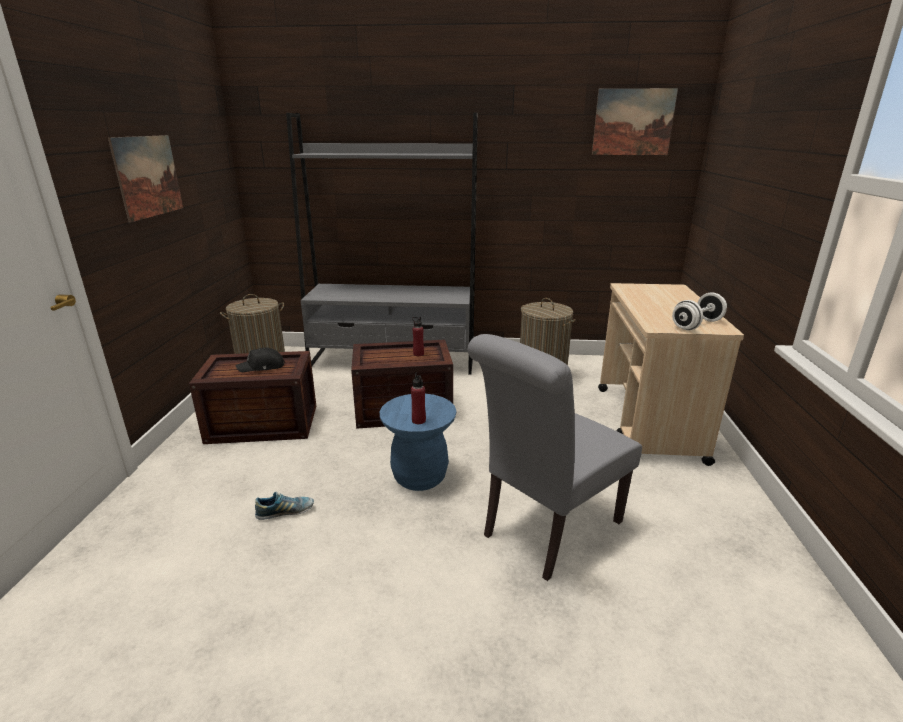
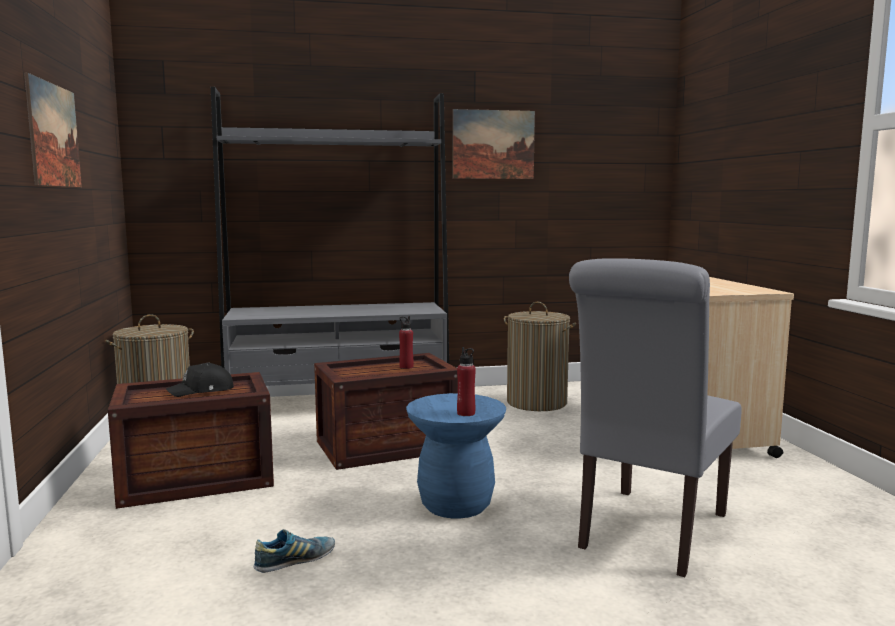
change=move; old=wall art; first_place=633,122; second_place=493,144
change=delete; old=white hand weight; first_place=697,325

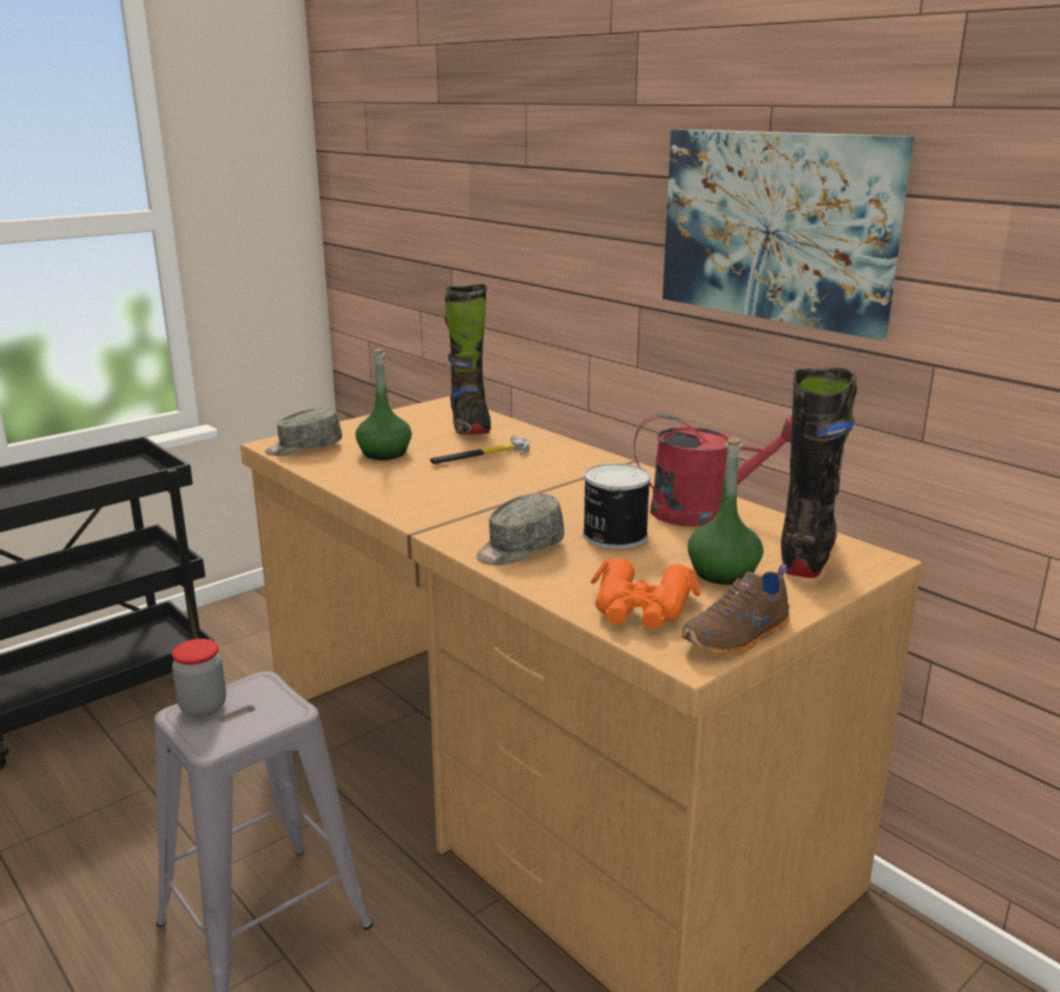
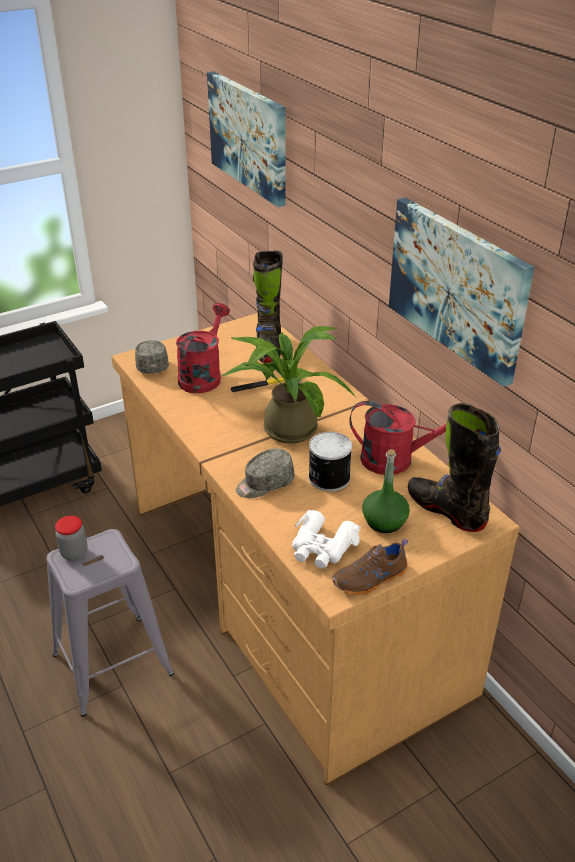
change=rotate; old=grey peaked cap; first_place=304,448; second_place=151,364; degrees=90
change=replace; old=green bottle; new=red-coloured sprinkling can; first_place=384,453; second_place=203,375
change=insert; new=wall art; second_place=249,136
change=insert; new=houseplant; second_place=286,426
change=recolor; old=orange-coloured binoculars; new=white binoculars; first_place=641,608; second_place=322,547
change=rotate; old=black tall boot; first_place=807,554; second_place=446,510; degrees=-75

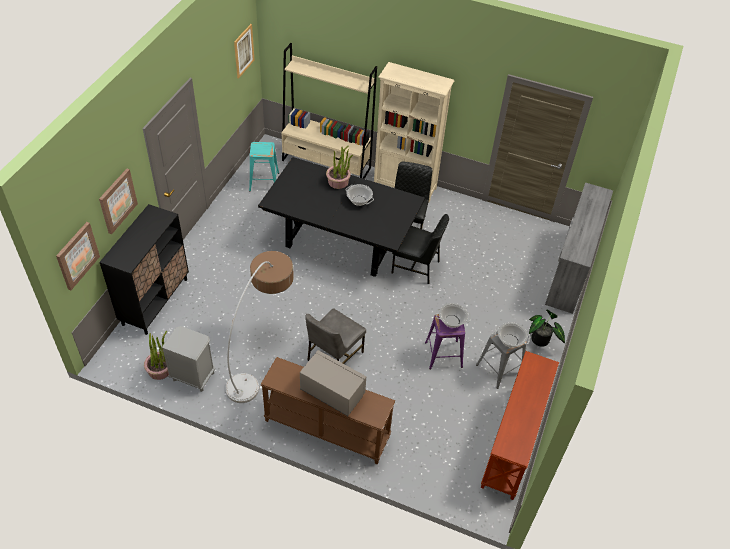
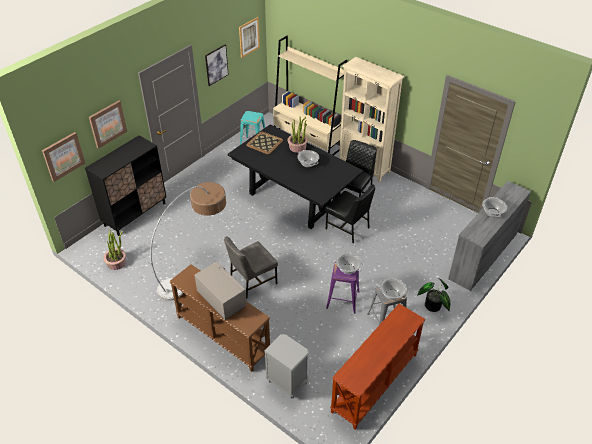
change=insert; new=wall art; second_place=216,65
change=insert; new=carrying tray; second_place=265,143
change=move; old=grey nightstand; first_place=193,376; second_place=287,382
change=insert; new=cooking pot; second_place=492,212

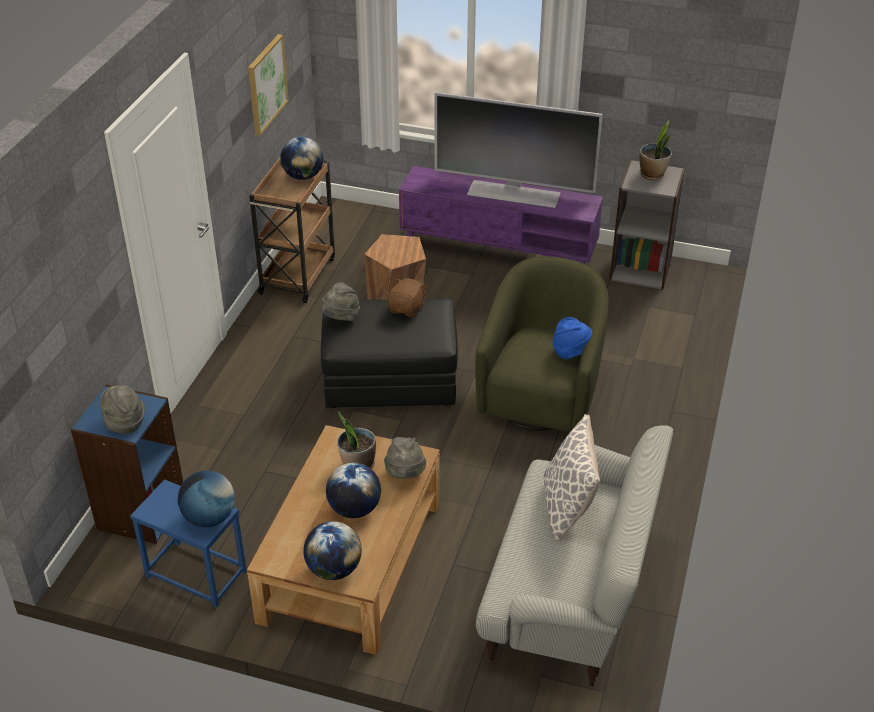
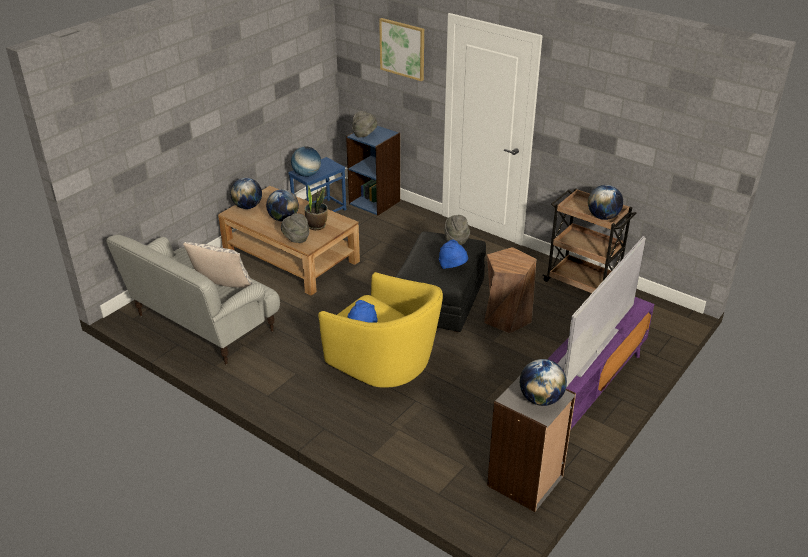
change=recolor; old=green easy chair; new=yellowish easy chair; first_place=541,394; second_place=384,365
change=move; old=wall art; first_place=266,84; second_place=402,49
change=replace; old=brown soft toy; new=bluish wearable hat; first_place=407,309; second_place=452,267
change=replace; old=houseplant; new=desk globe; first_place=652,174; second_place=540,399

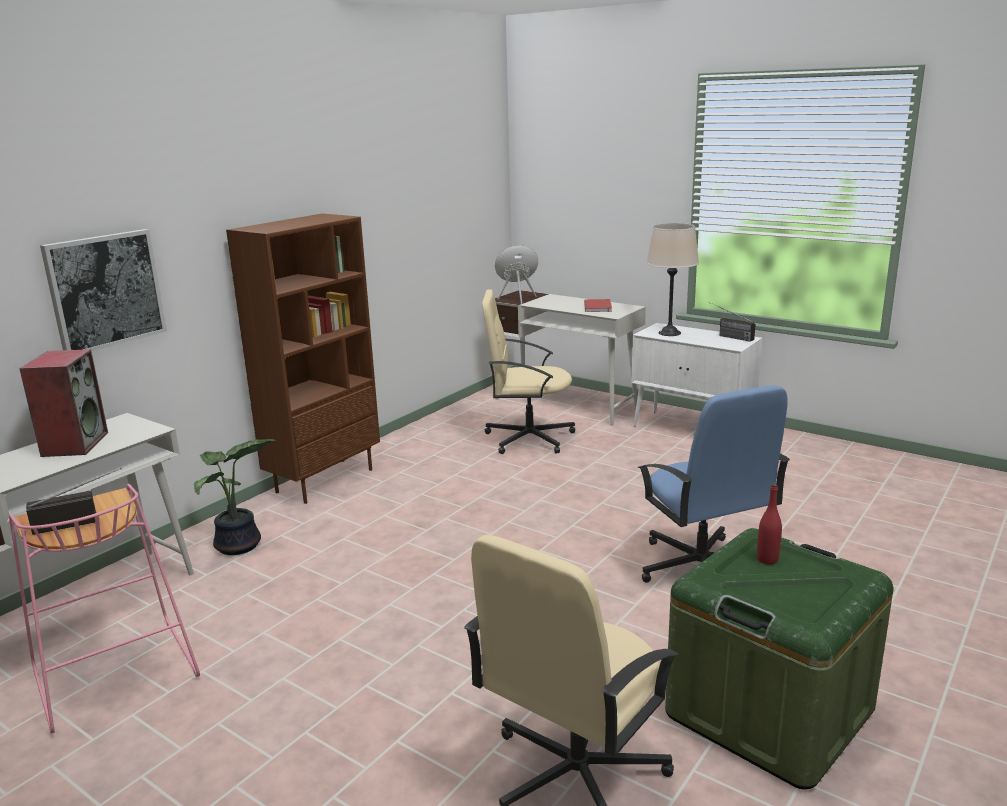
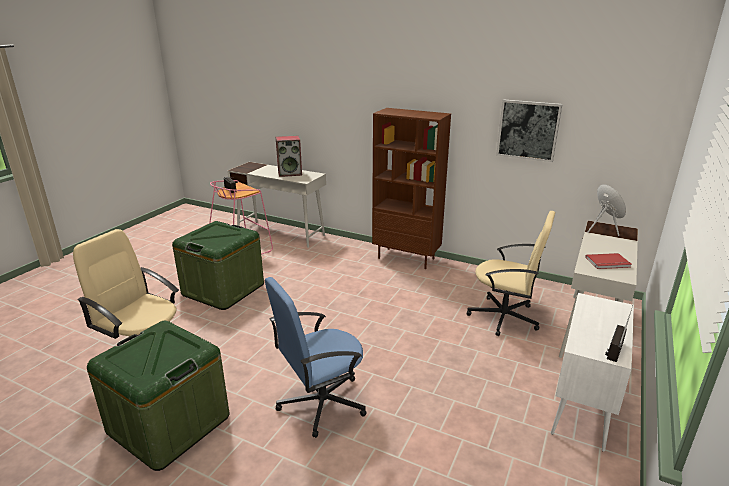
change=insert; new=green storage container; second_place=223,289
change=rotate; old=sand-coloured desk chair; first_place=527,438; second_place=504,317; degrees=120
change=move; old=wall art; first_place=105,290; second_place=528,130
change=delete; old=houseplant; first_place=239,547
change=delete; old=sand-coloured tabletop lamp; first_place=669,333
change=delete; old=red-coloured bottle; first_place=767,559

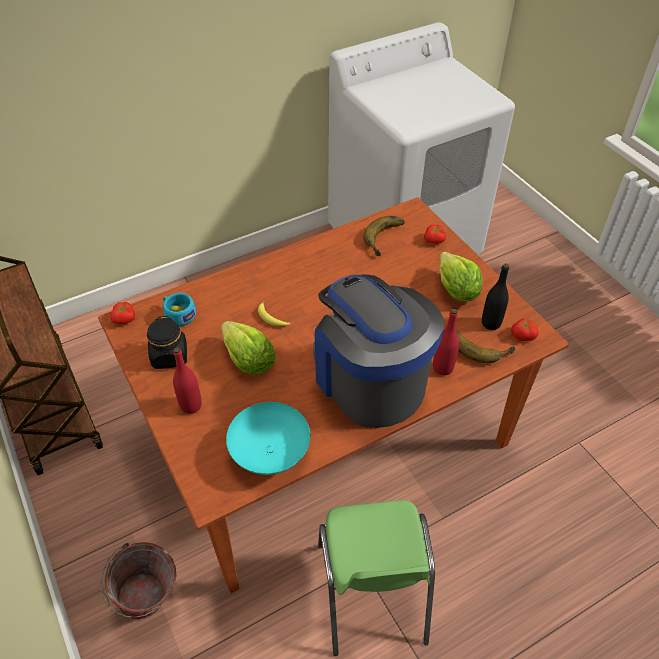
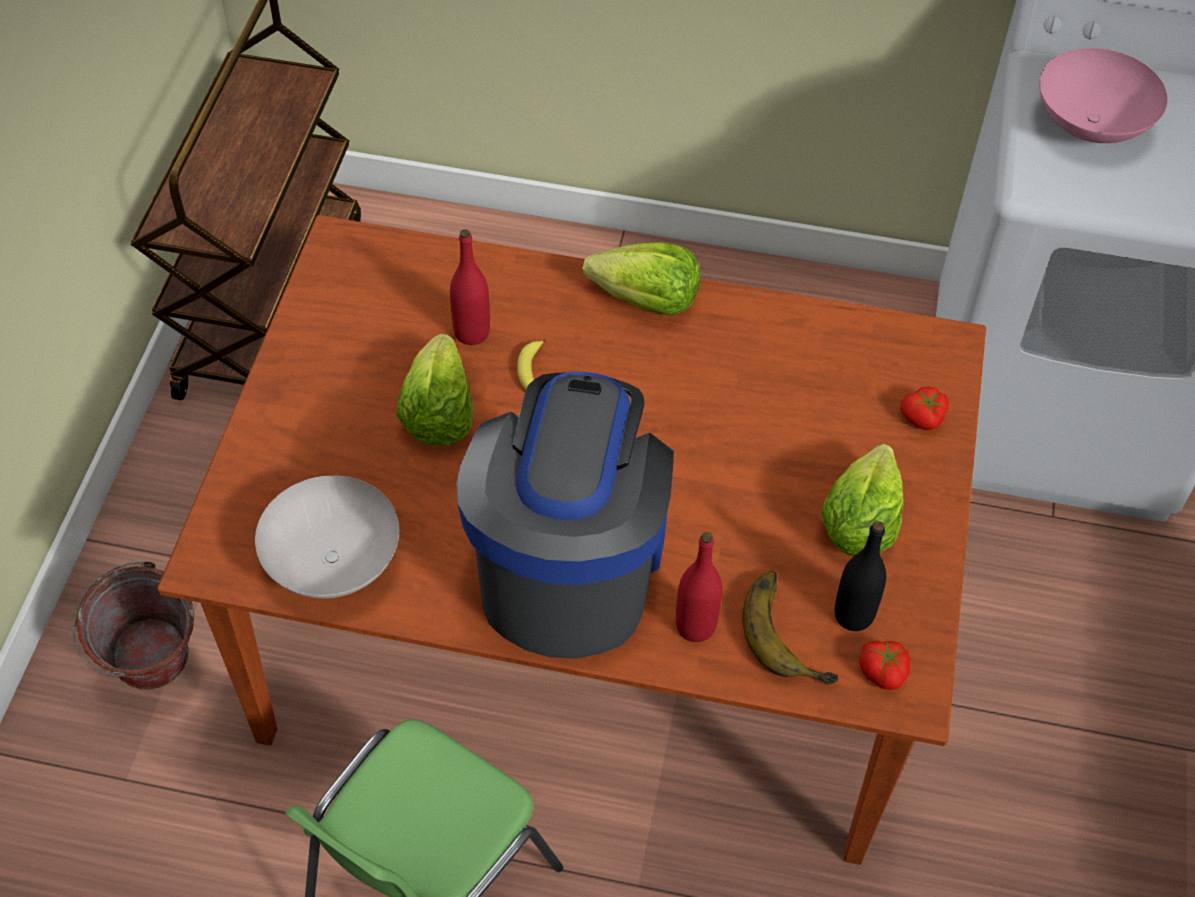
change=recolor; old=turquoise-coloured bowl; new=white bowl; first_place=269,453; second_place=330,563
change=move; old=red-coloured bottle; first_place=191,405; second_place=472,333
change=insert; new=lettuce; second_place=646,301
change=insert; new=pink-coloured bowl; second_place=1089,124
change=delete; old=tomato; first_place=125,319
change=delete; old=black preserve jar; first_place=170,356
change=delete; old=turquoise-coloured small cup; first_place=178,314
change=delete; old=banana fruit; first_place=388,238

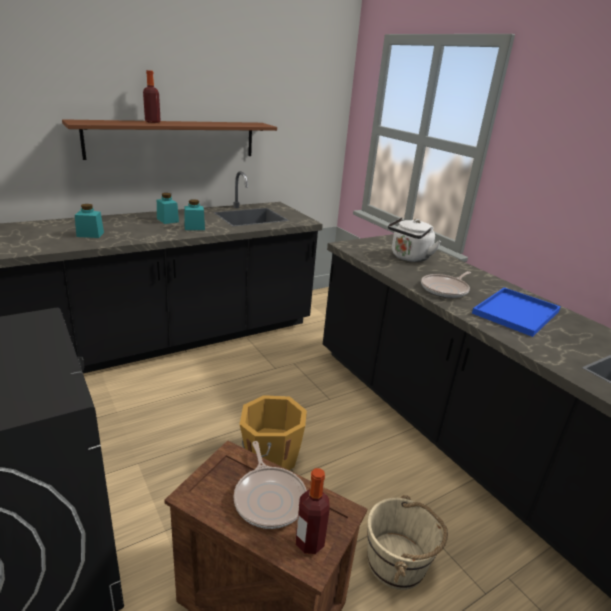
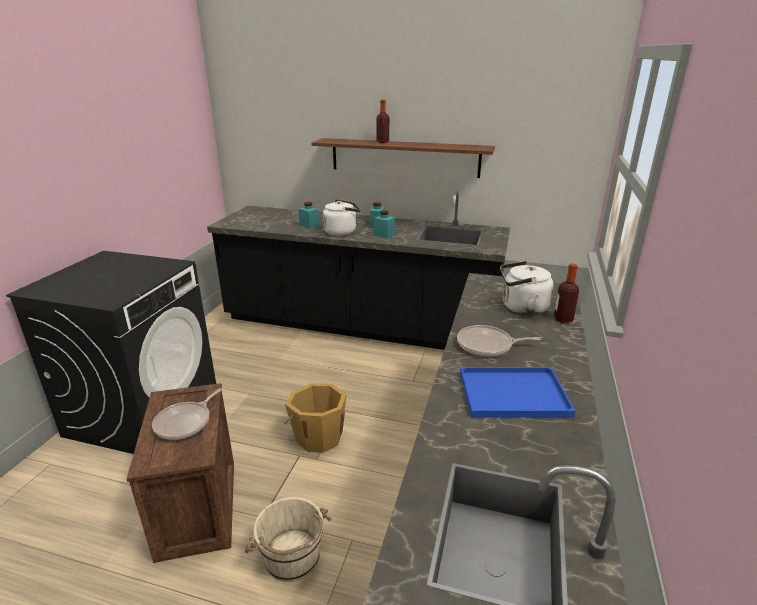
change=insert; new=white kettle; second_place=342,232
change=move; old=bottle; first_place=309,542; second_place=563,319

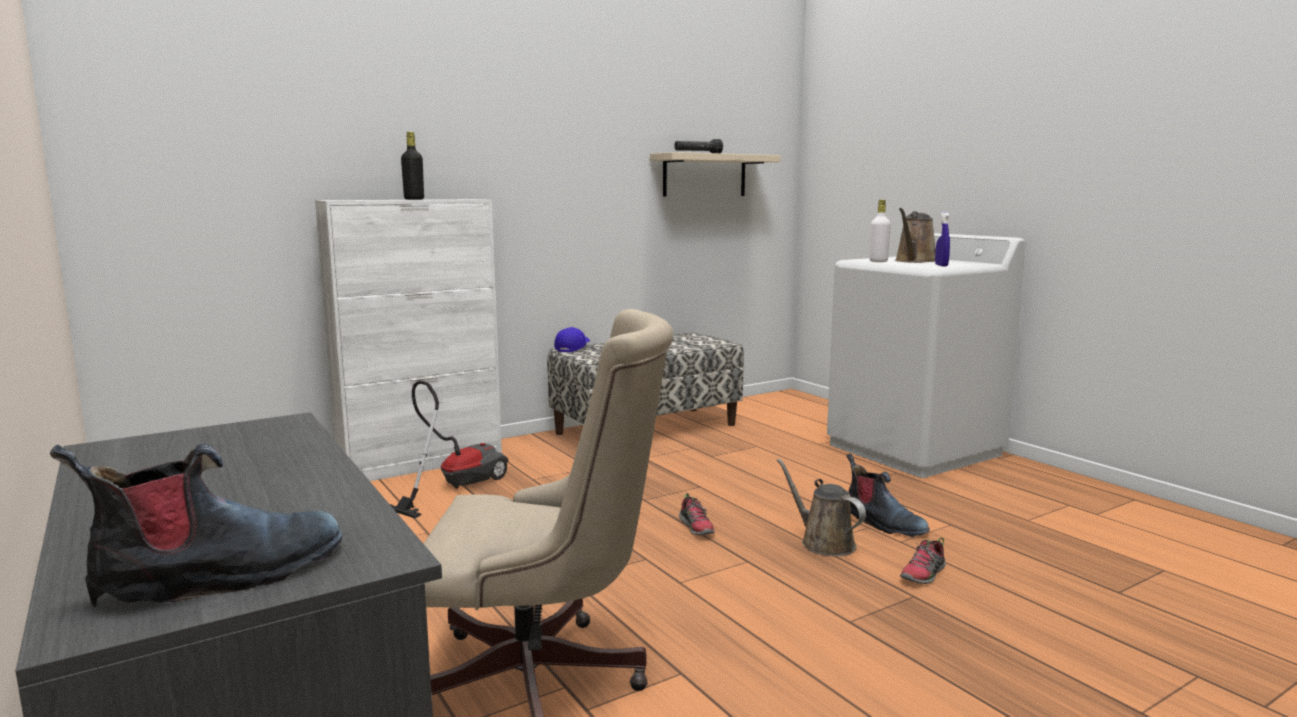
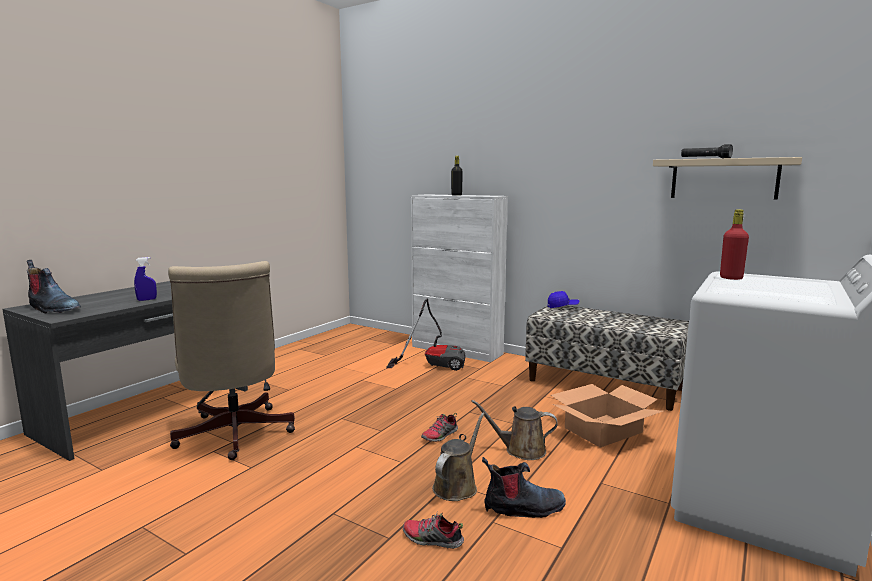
change=move; old=bluish sprayer; first_place=941,265; second_place=147,300
change=move; old=brown sprinkling can; first_place=914,261; second_place=521,450
change=rotate; old=tall boot; first_place=882,523; second_place=523,508; degrees=-120
change=insert; new=carton; second_place=603,430
change=recolor; old=white bottle; new=red-coloured bottle; first_place=878,261; second_place=731,278

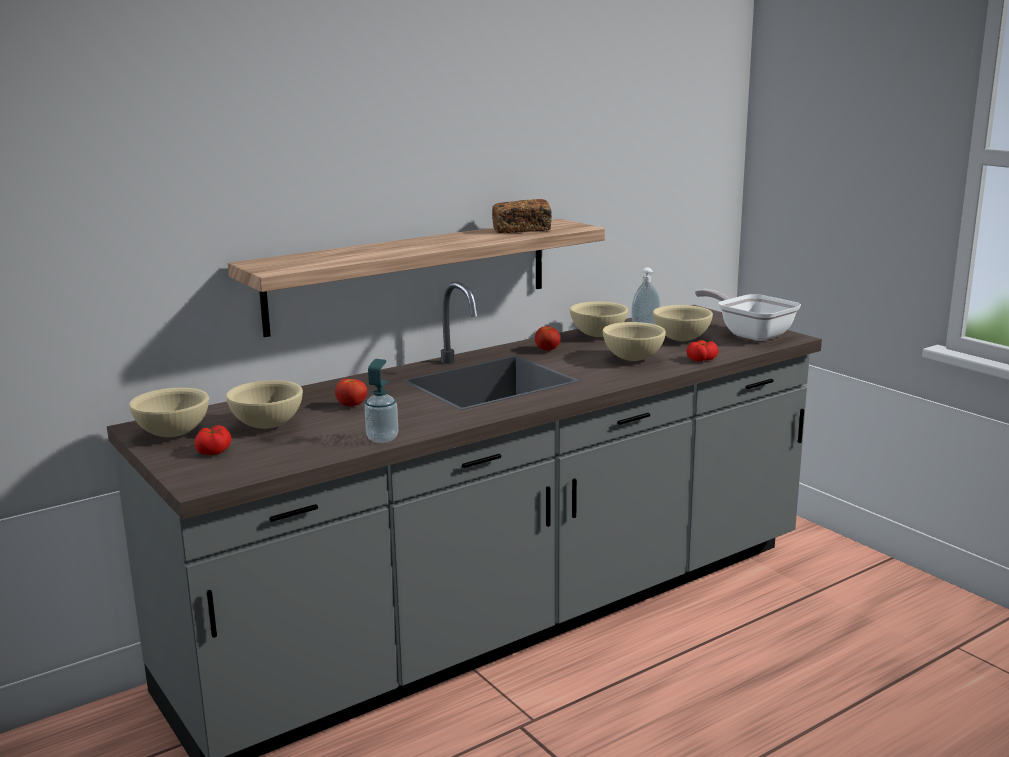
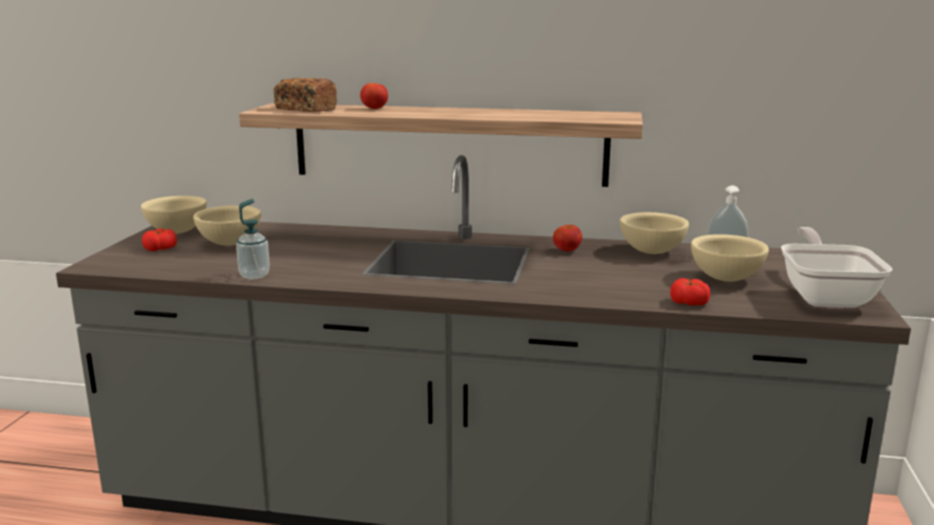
change=move; old=bakery bread; first_place=521,230; second_place=305,109
change=move; old=tomato; first_place=351,406; second_place=374,109
change=delete; old=sand-coloured bowl; first_place=633,359

